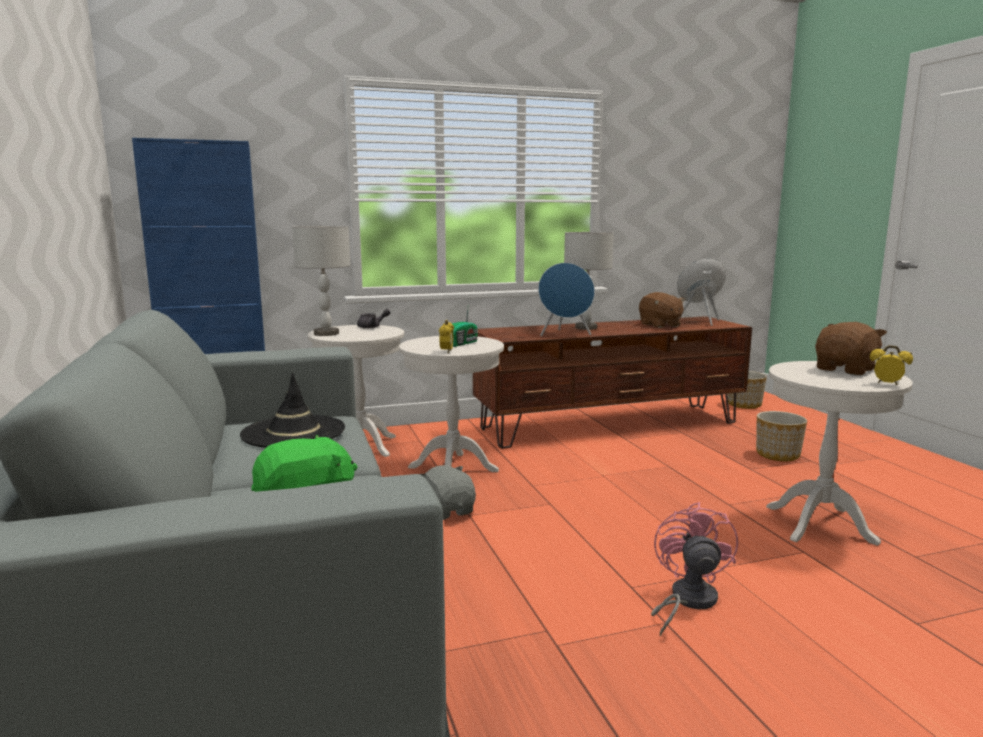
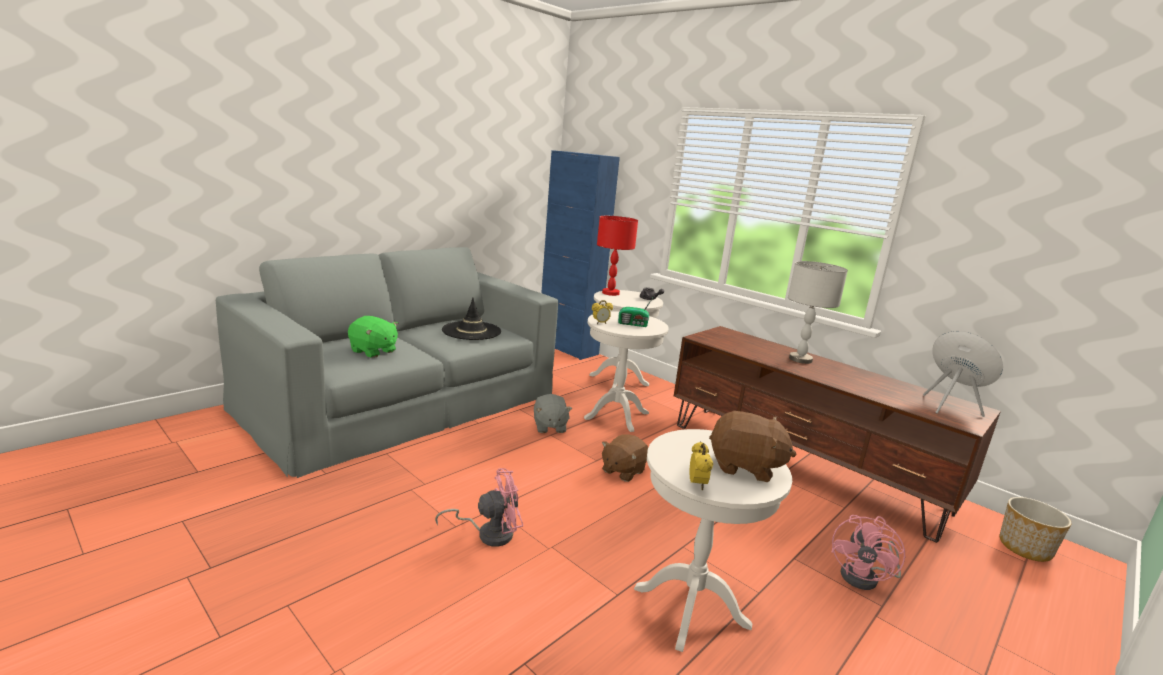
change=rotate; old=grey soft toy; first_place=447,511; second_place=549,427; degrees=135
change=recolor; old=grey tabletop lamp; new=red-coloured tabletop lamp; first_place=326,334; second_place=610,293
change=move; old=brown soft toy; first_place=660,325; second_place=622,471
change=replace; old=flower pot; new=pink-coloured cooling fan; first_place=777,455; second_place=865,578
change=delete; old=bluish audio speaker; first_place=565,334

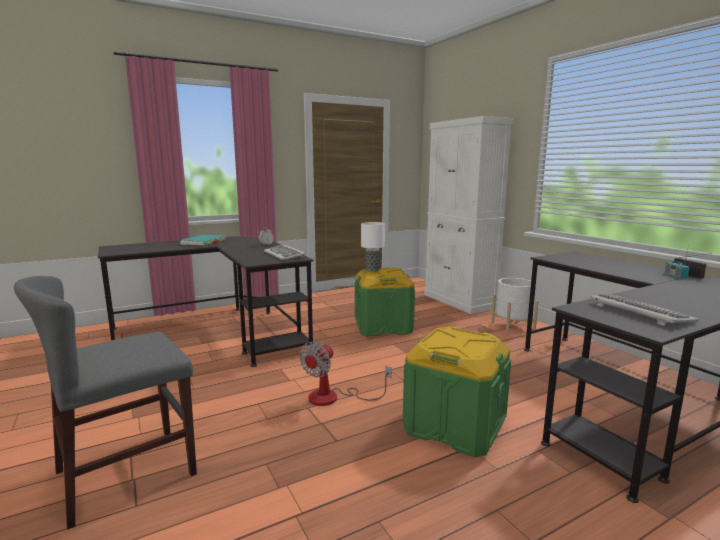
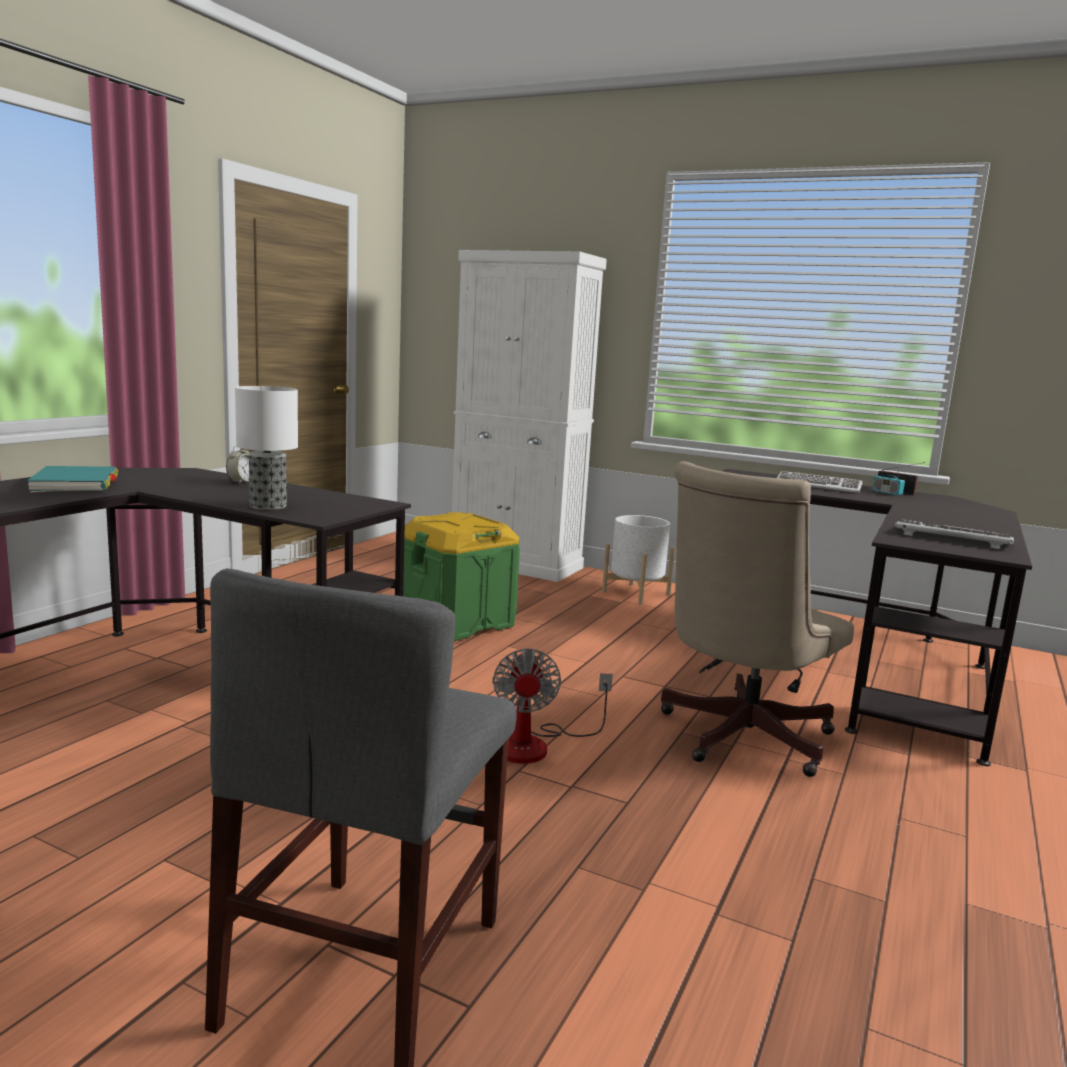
change=move; old=tabletop lamp; first_place=372,270; second_place=267,506
change=replace; old=green storage container; new=sand-coloured desk chair; first_place=454,425; second_place=738,738
change=move; old=computer keyboard; first_place=284,254; second_place=818,486

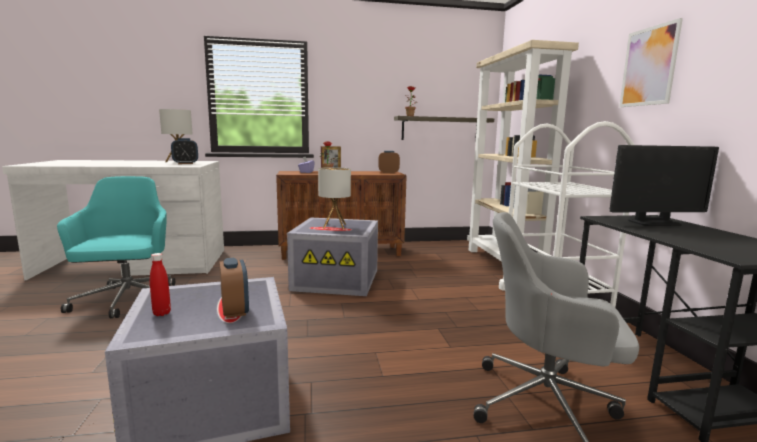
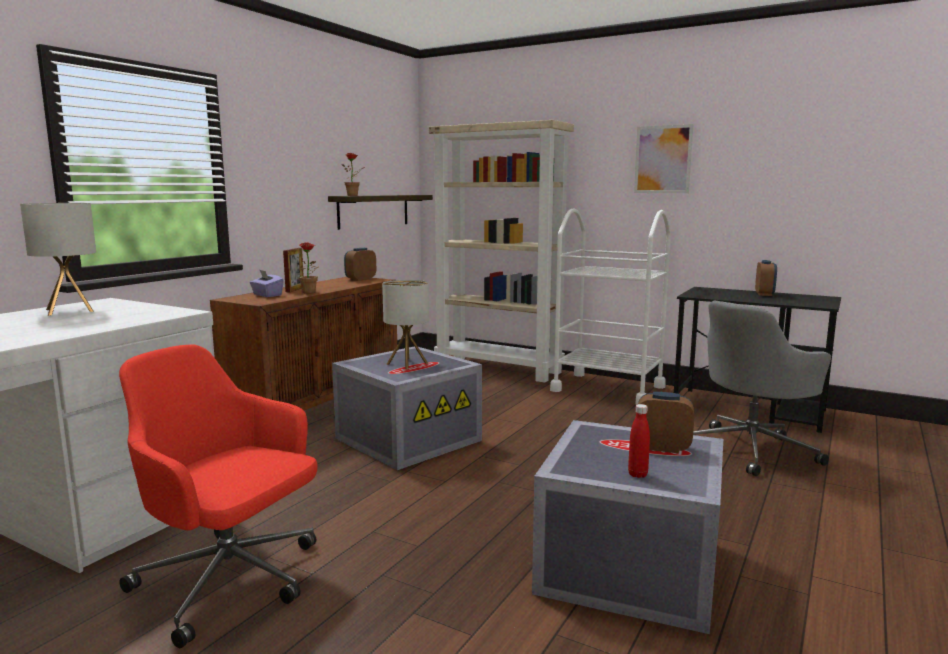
change=recolor; old=turquoise-coloured desk chair; new=red-coloured desk chair; first_place=127,301; second_place=230,581
change=move; old=bedside clock; first_place=185,163; second_place=764,294
change=delete; old=computer screen; first_place=654,223

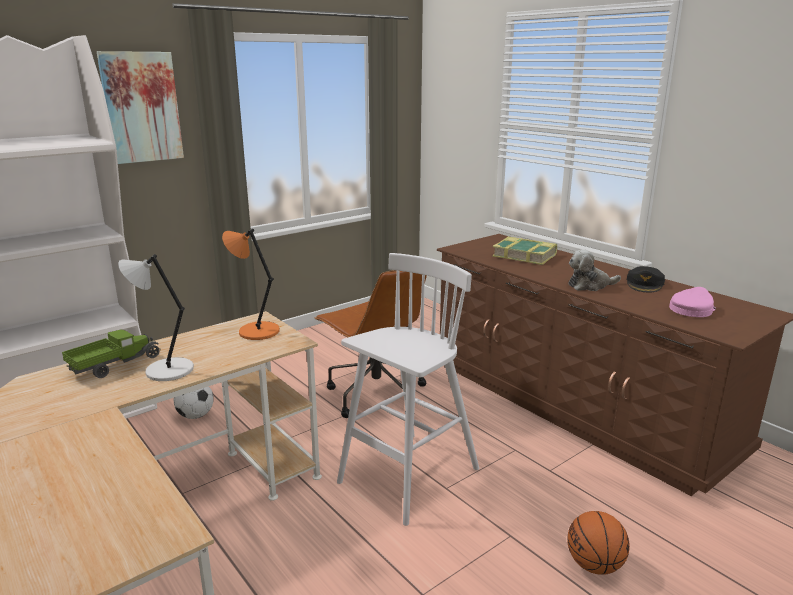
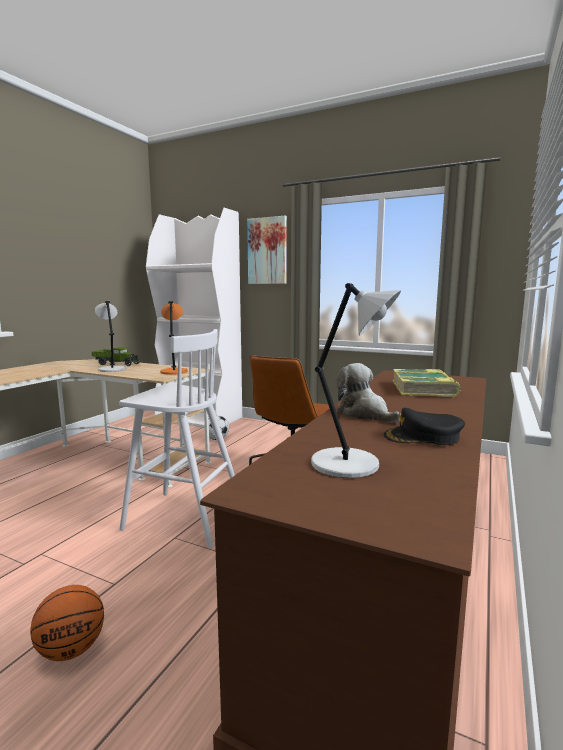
change=replace; old=pink-coloured peaked cap; new=grey tabletop lamp; first_place=691,309; second_place=349,464

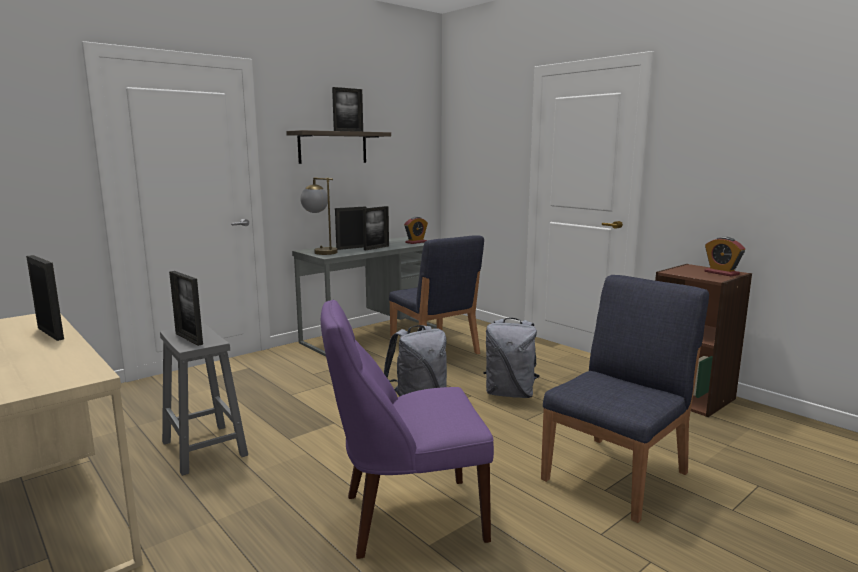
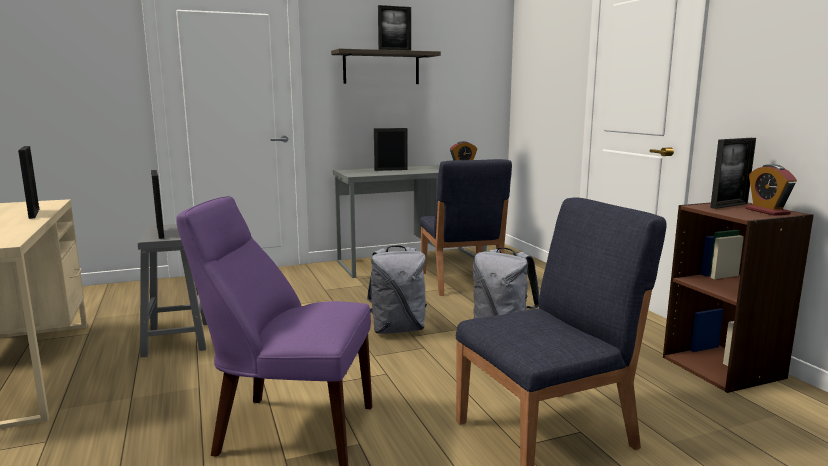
change=move; old=picture frame; first_place=376,248; second_place=729,205
change=delete; old=tabletop lamp; first_place=320,252

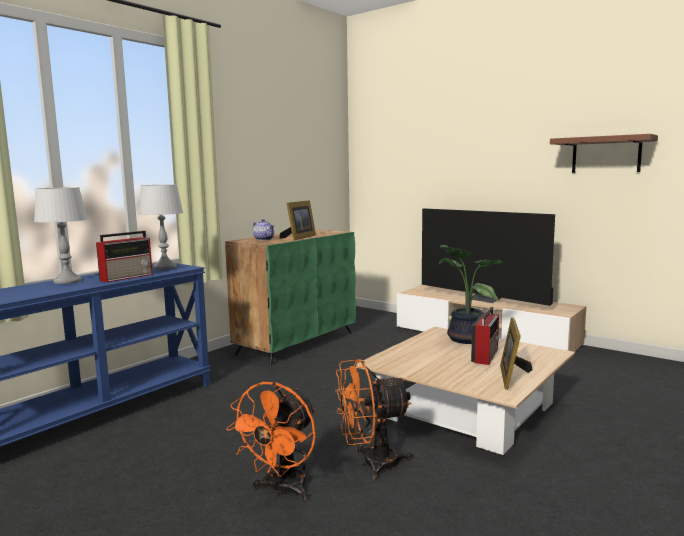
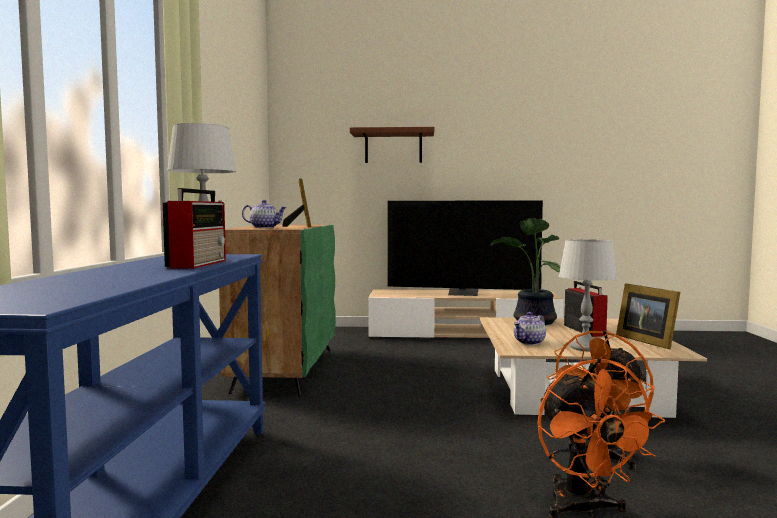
change=move; old=brown shelf; first_place=606,155; second_place=393,147
change=insert; new=pot for tea; second_place=529,342
change=move; old=grey tabletop lamp; first_place=68,281; second_place=585,347

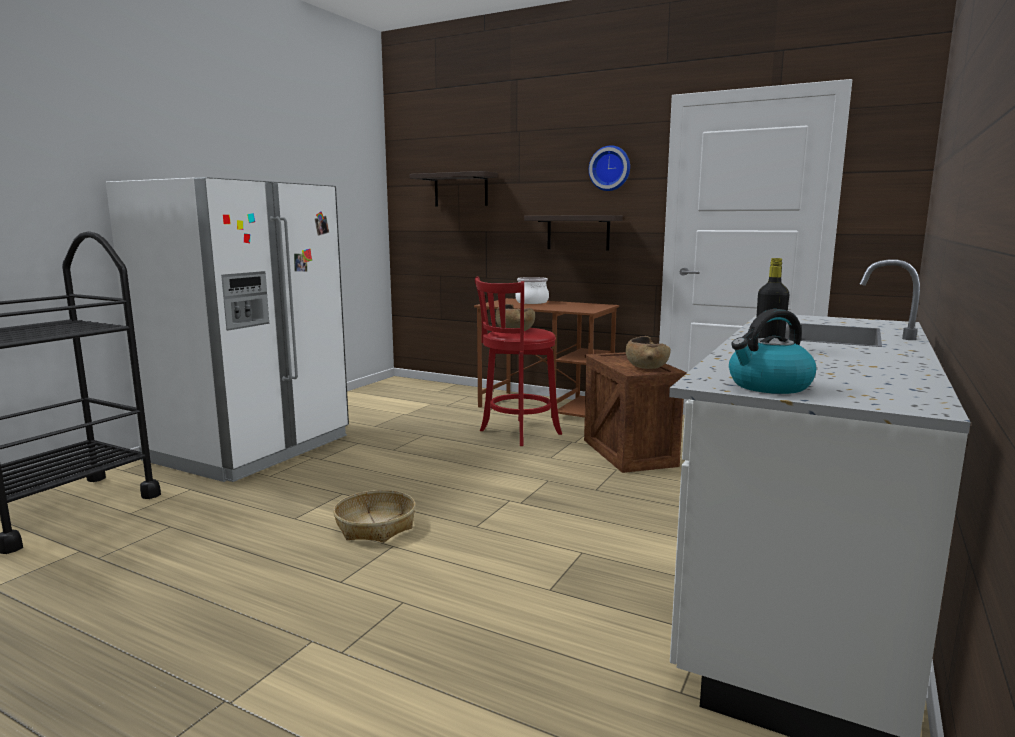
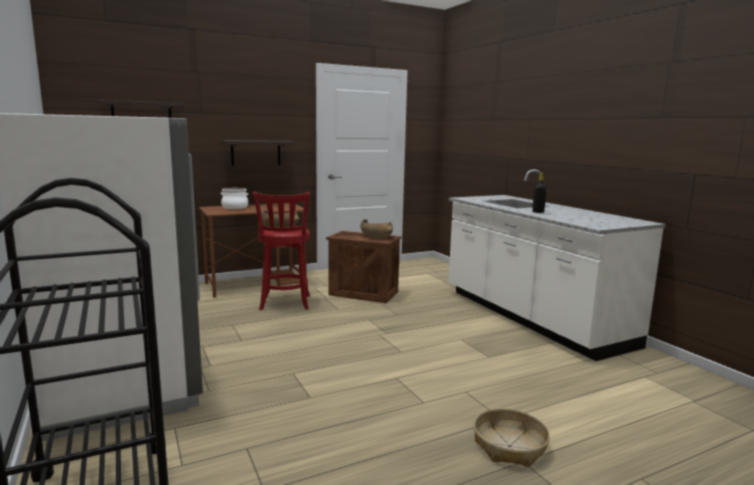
change=move; old=household basket; first_place=376,526; second_place=509,446
change=delete; old=hanging clock; first_place=610,168
change=delete; old=kettle; first_place=768,386

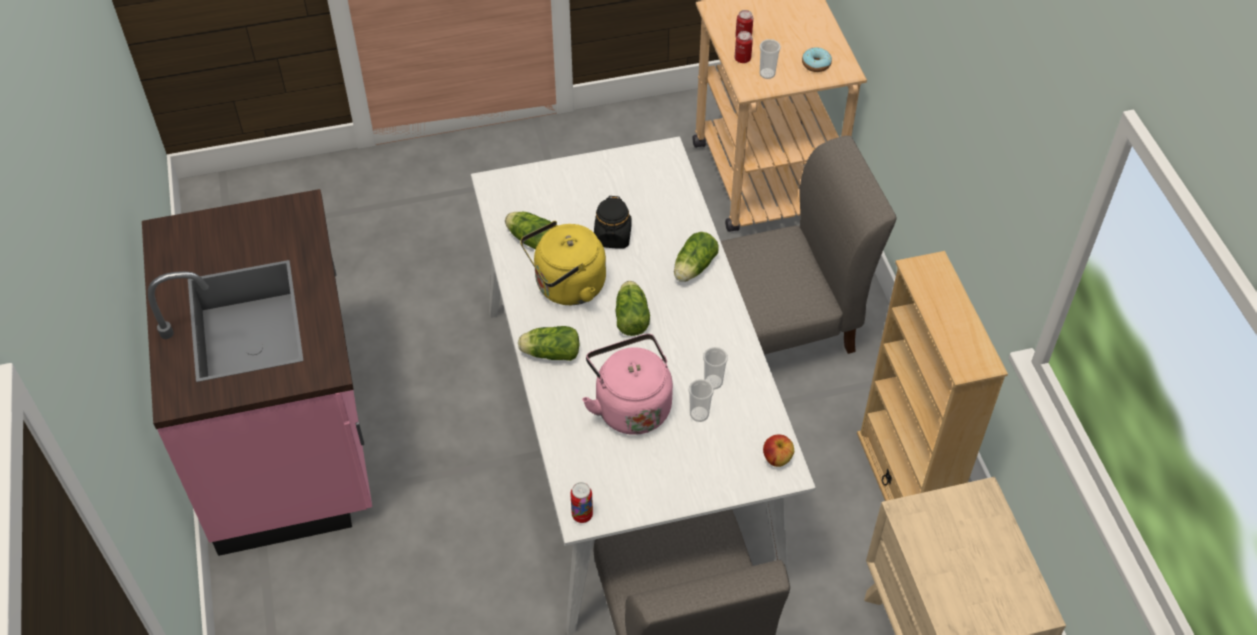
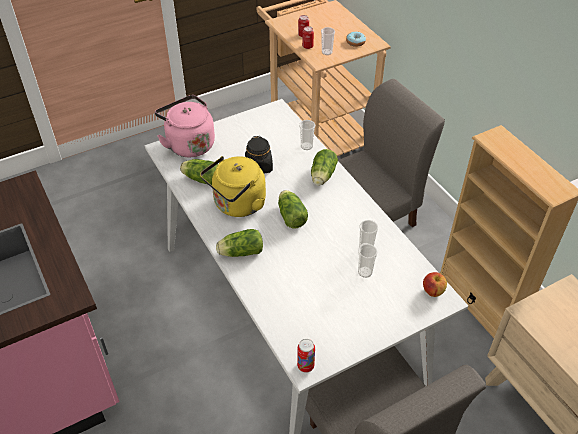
change=move; old=pink-coloured kettle; first_place=630,405; second_place=189,144
change=insert; new=small cup; second_place=306,146

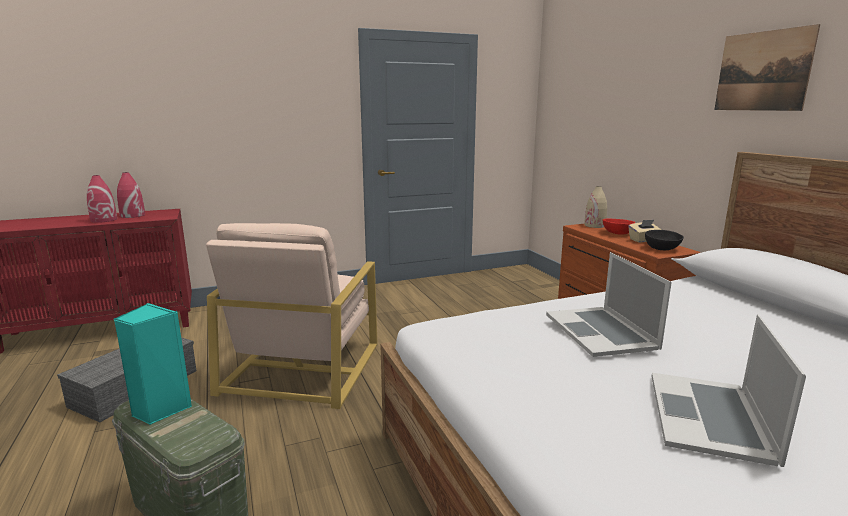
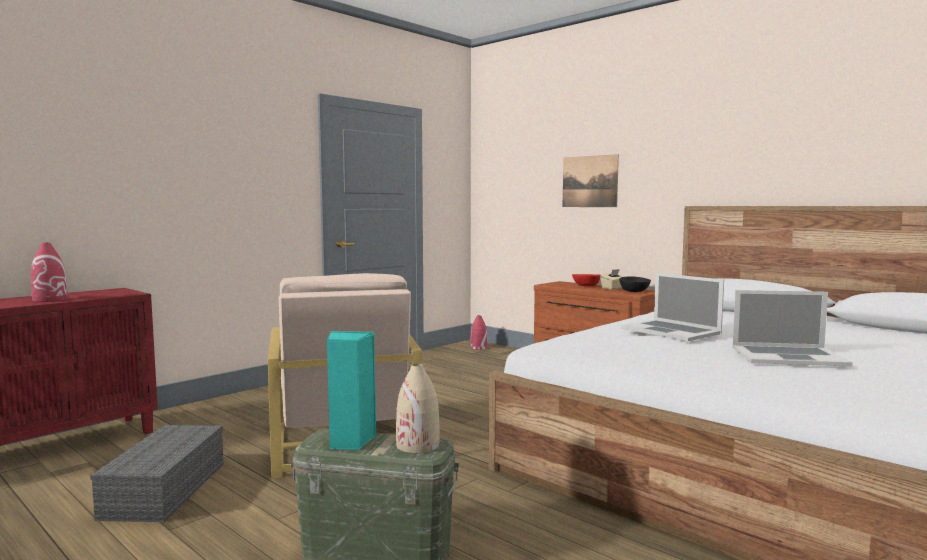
change=move; old=sand-coloured flower vase; first_place=595,225; second_place=418,445
change=move; old=red-coloured flower vase; first_place=132,215; second_place=478,347
change=move; old=wall art; first_place=762,71; second_place=589,181
change=rotate; old=laptop; first_place=710,416; second_place=788,356; degrees=-75

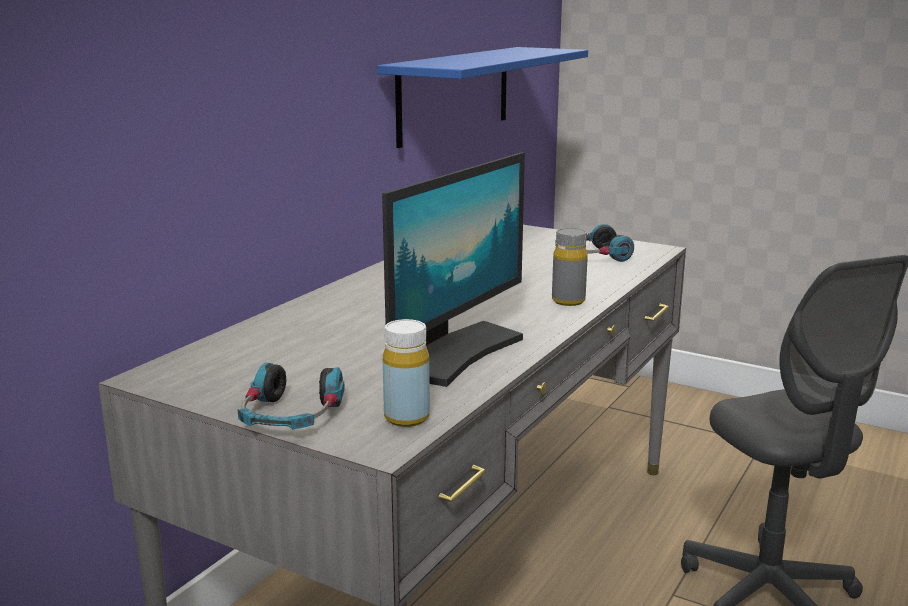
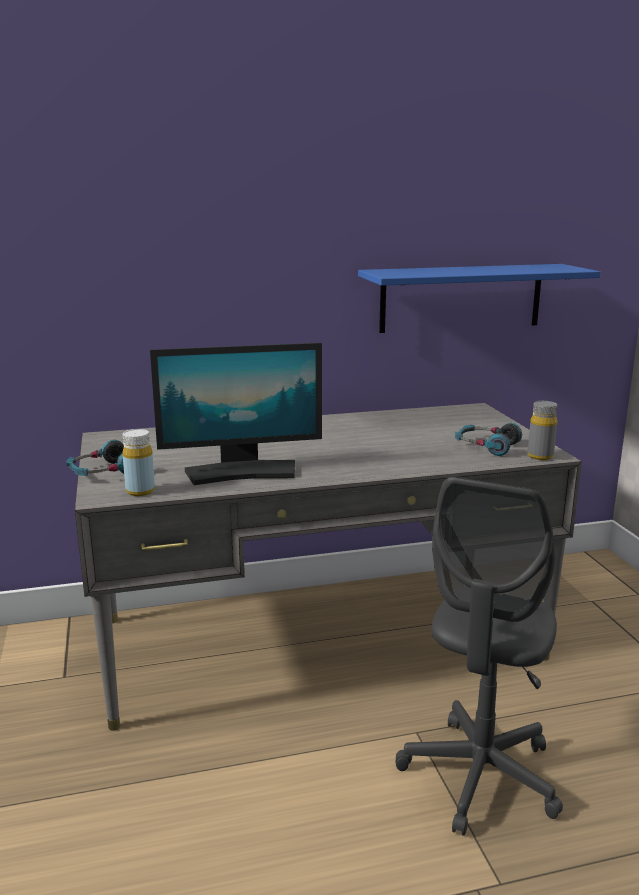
change=move; old=grey bottle; first_place=568,301; second_place=540,456

